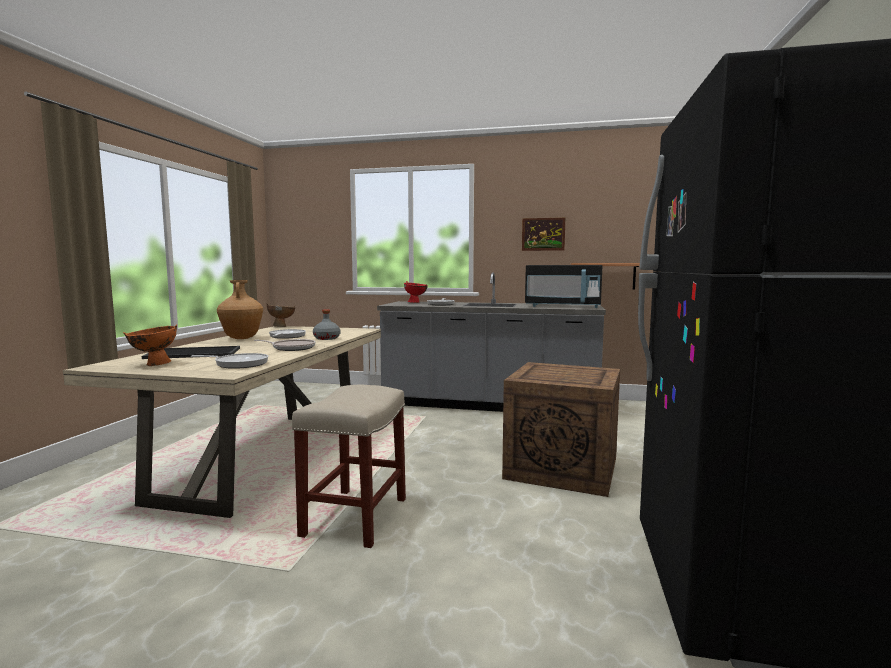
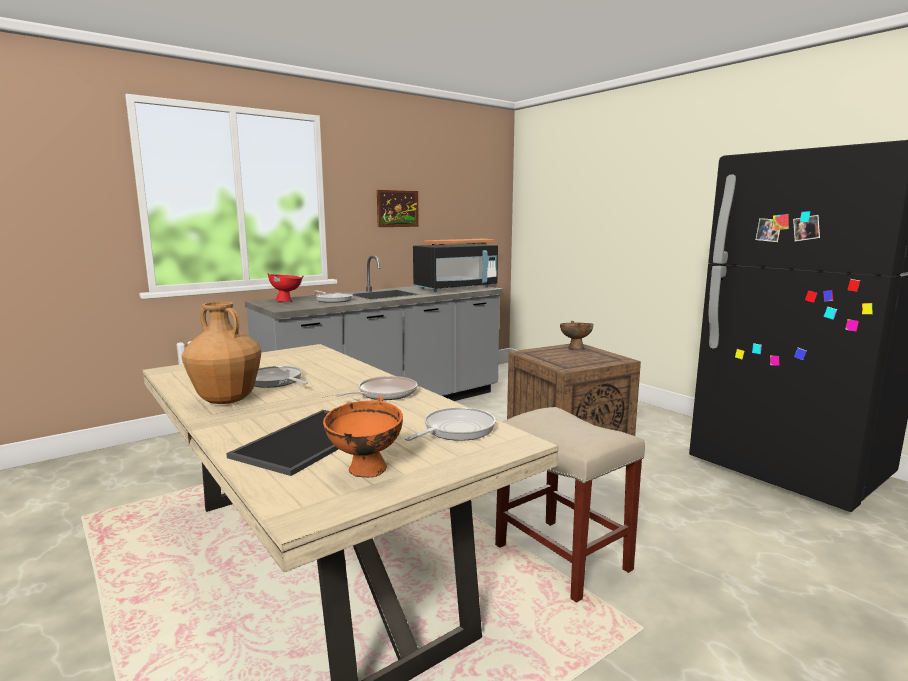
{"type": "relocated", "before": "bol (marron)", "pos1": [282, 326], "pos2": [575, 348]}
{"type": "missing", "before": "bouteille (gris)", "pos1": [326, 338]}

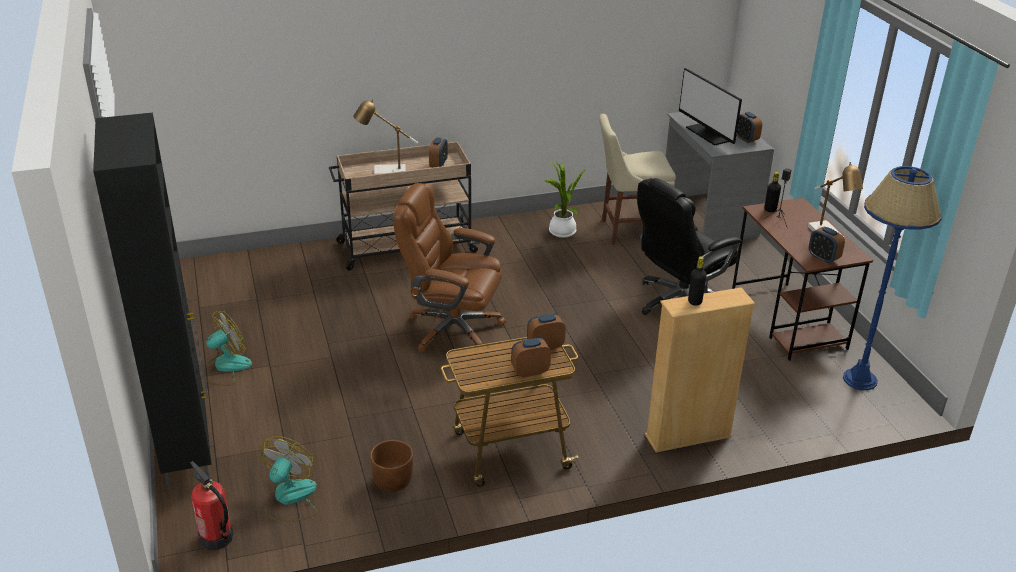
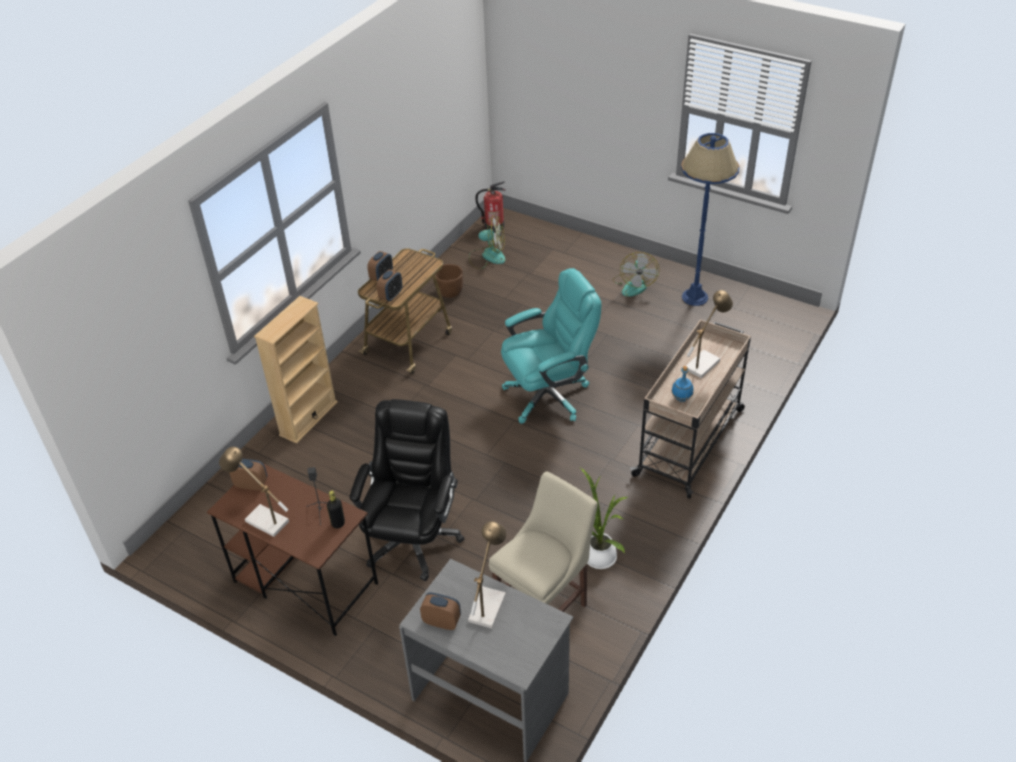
{"type": "exchanged", "before": "écran d'ordinateur", "after": "lampe de table", "pos1": [709, 134], "pos2": [488, 603]}
{"type": "spun", "before": "ventilateur", "pos1": [290, 498], "pos2": [487, 256], "turn": -60}
{"type": "colour", "before": "chaise de bureau (marron)", "after": "chaise de bureau (turquoise)", "pos1": [452, 328], "pos2": [548, 395]}
{"type": "exchanged", "before": "réveil", "after": "bouteille (bleu)", "pos1": [438, 165], "pos2": [682, 398]}
{"type": "relocated", "before": "lampadaire (bleu)", "pos1": [859, 380], "pos2": [694, 297]}
{"type": "missing", "before": "meuble de rangement (noir)", "pos1": [187, 451]}
{"type": "missing", "before": "bouteille (noir)", "pos1": [695, 301]}

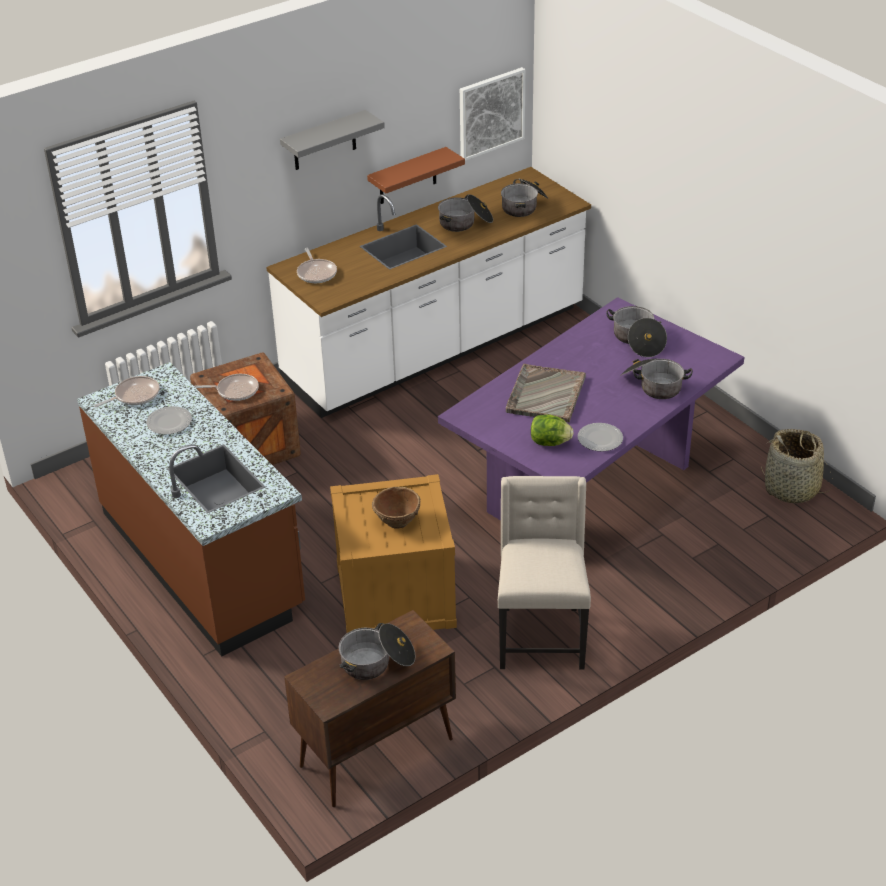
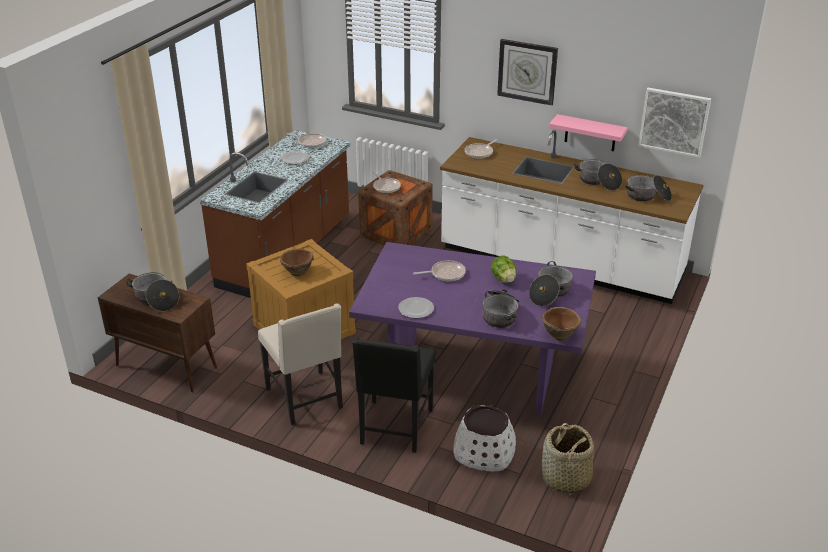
{"type": "spun", "before": "chaise (beige)", "pos1": [540, 636], "pos2": [306, 399], "turn": 90}
{"type": "appeared", "after": "chaise (noir)", "pos2": [395, 428]}
{"type": "exchanged", "before": "plateau (gris)", "after": "poêle", "pos1": [545, 395], "pos2": [445, 274]}
{"type": "appeared", "after": "cache-pot (blanc)", "pos2": [484, 452]}
{"type": "relocated", "before": "laitue", "pos1": [549, 442], "pos2": [503, 279]}
{"type": "exchanged", "before": "étagère (gris)", "after": "horloge murale", "pos1": [324, 141], "pos2": [527, 71]}
{"type": "appeared", "after": "bol (marron)", "pos2": [559, 334]}
{"type": "colour", "before": "étagère (marron)", "after": "étagère (rose)", "pos1": [407, 176], "pos2": [590, 133]}

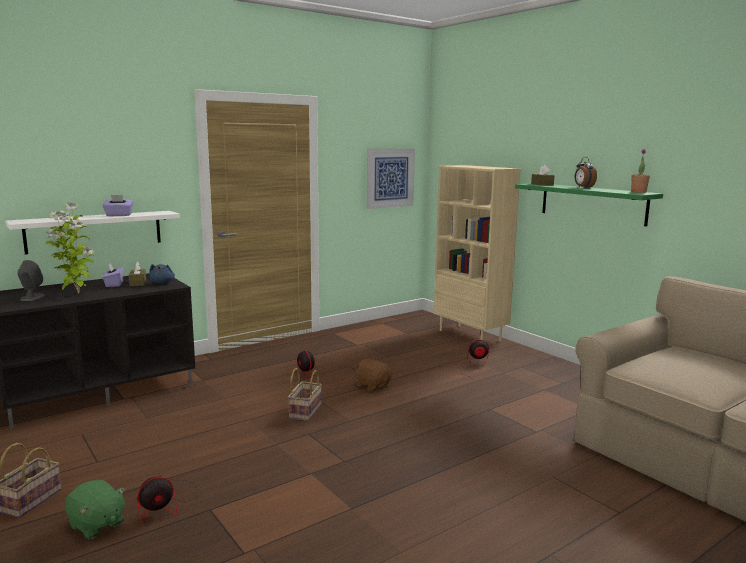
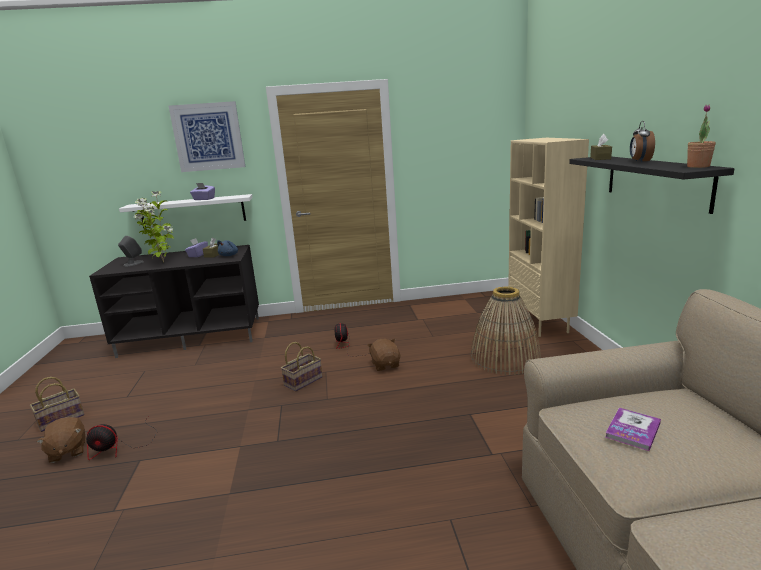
{"type": "colour", "before": "peluche (vert)", "after": "peluche (marron)", "pos1": [96, 525], "pos2": [67, 451]}
{"type": "relocated", "before": "tableau", "pos1": [390, 178], "pos2": [208, 137]}
{"type": "exchanged", "before": "ventilateur", "after": "panier", "pos1": [471, 365], "pos2": [505, 358]}
{"type": "colour", "before": "étagère (vert)", "after": "étagère (noir)", "pos1": [592, 203], "pos2": [656, 181]}
{"type": "appeared", "after": "livre", "pos2": [633, 430]}

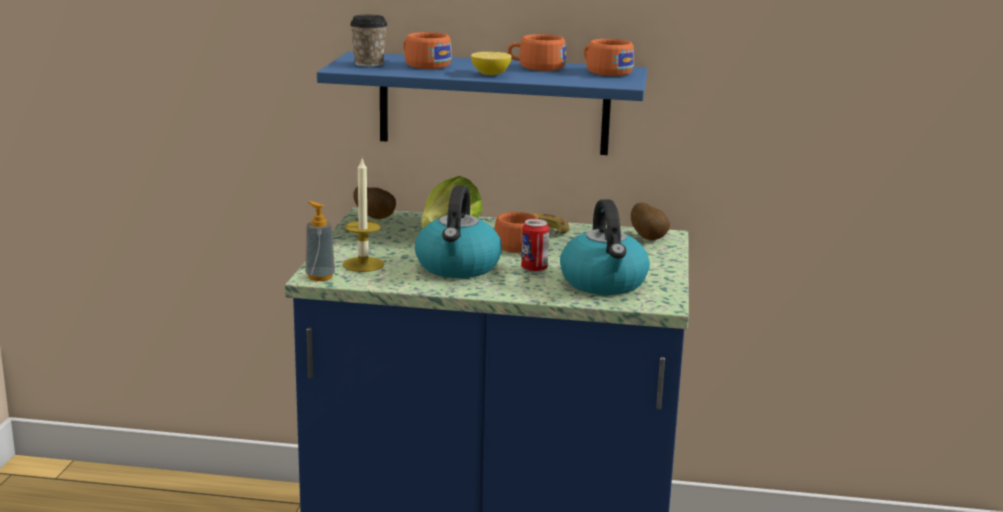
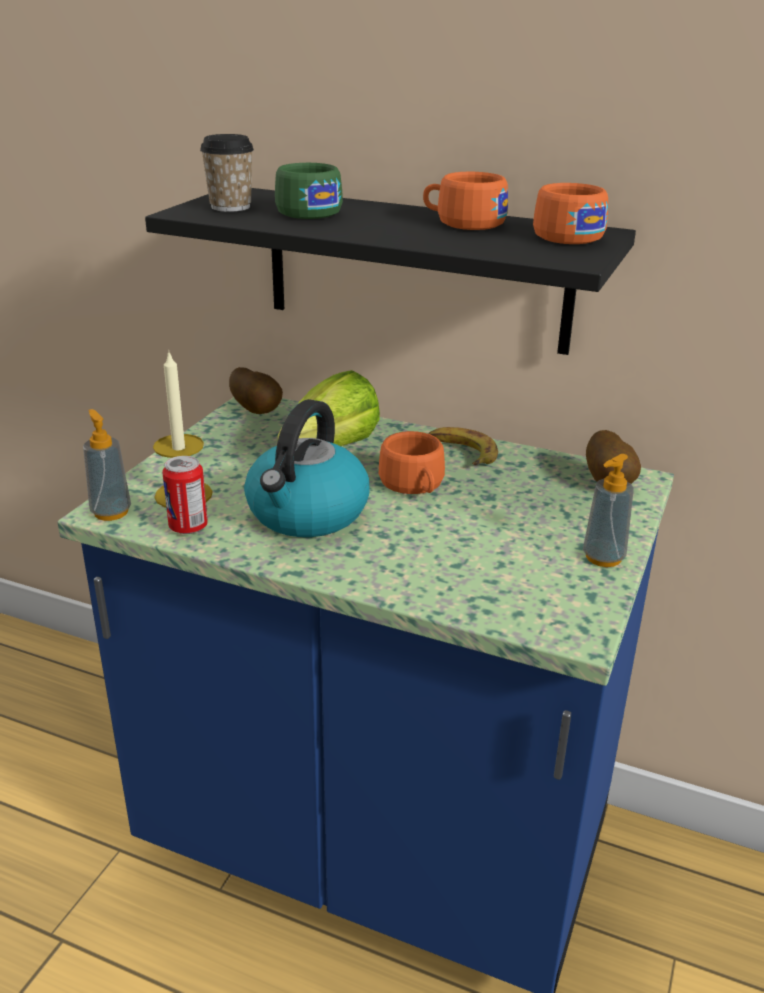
{"type": "colour", "before": "étagère (bleu)", "after": "étagère (noir)", "pos1": [494, 103], "pos2": [416, 269]}
{"type": "relocated", "before": "boîte métallique", "pos1": [534, 269], "pos2": [188, 527]}
{"type": "colour", "before": "tasse (orange)", "after": "tasse (vert)", "pos1": [424, 65], "pos2": [305, 211]}
{"type": "appeared", "after": "distributeur de savon", "pos2": [603, 557]}
{"type": "missing", "before": "citron", "pos1": [490, 74]}
{"type": "missing", "before": "bouilloire", "pos1": [604, 283]}

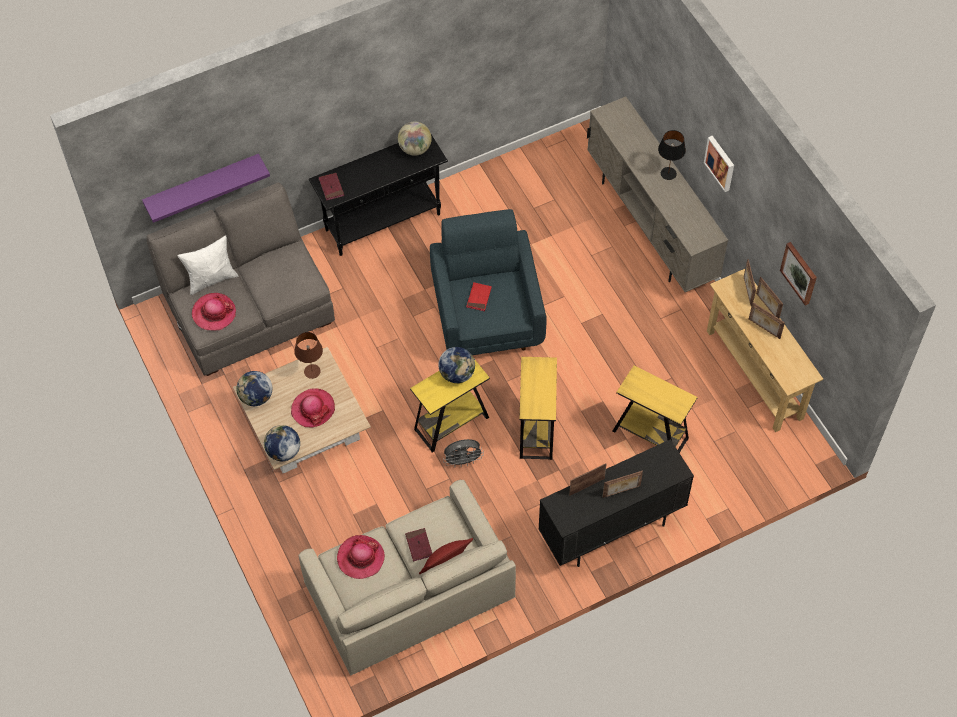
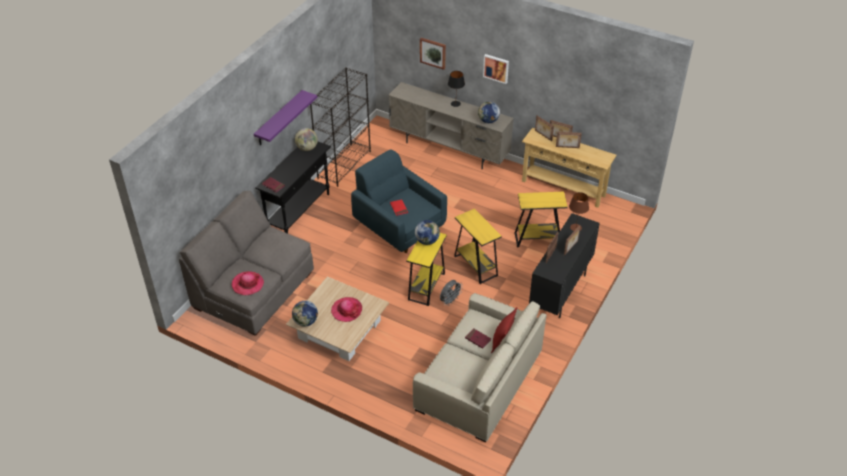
{"type": "relocated", "before": "étagère (violet)", "pos1": [202, 184], "pos2": [279, 118]}
{"type": "appeared", "after": "bibliothèque (noir)", "pos2": [344, 164]}
{"type": "relocated", "before": "tableau", "pos1": [799, 273], "pos2": [433, 53]}
{"type": "relocated", "before": "globe", "pos1": [283, 451], "pos2": [488, 121]}
{"type": "relocated", "before": "lampe de table (marron)", "pos1": [312, 371], "pos2": [575, 227]}
{"type": "missing", "before": "coussin (blanc)", "pos1": [211, 279]}
{"type": "missing", "before": "chapeau", "pos1": [360, 558]}

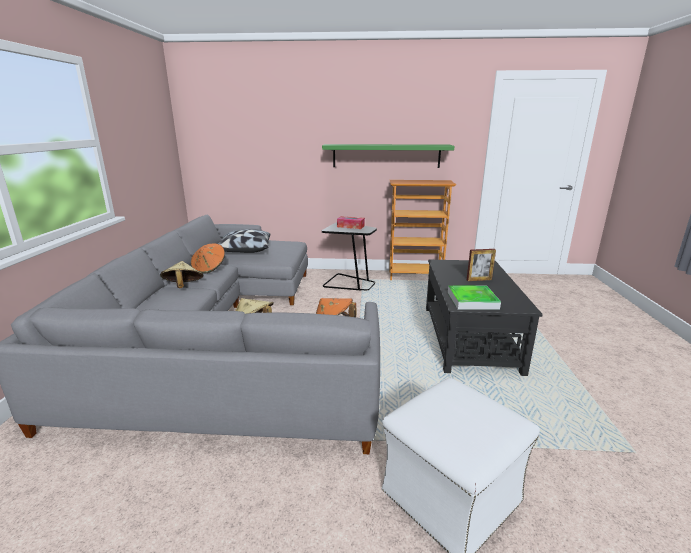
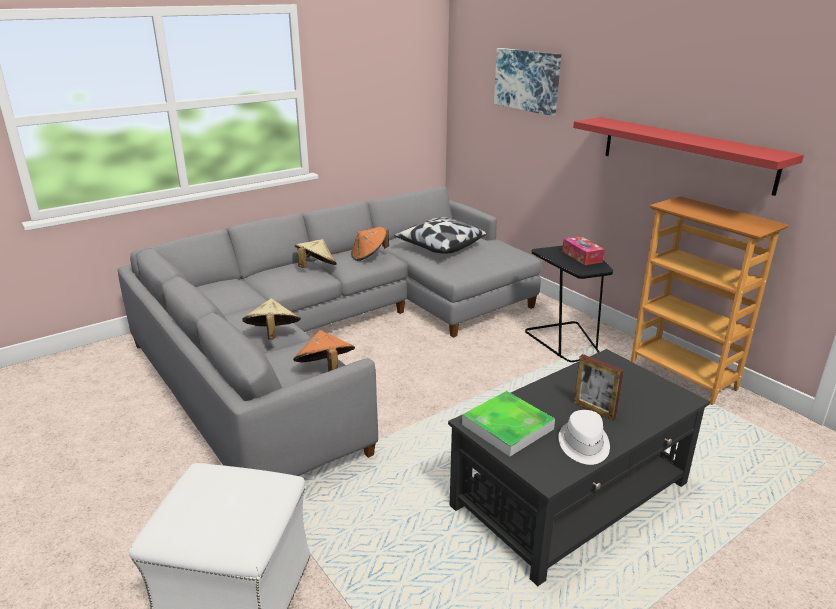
{"type": "appeared", "after": "tableau", "pos2": [527, 80]}
{"type": "appeared", "after": "chapeau (blanc)", "pos2": [583, 445]}
{"type": "colour", "before": "étagère (vert)", "after": "étagère (rouge)", "pos1": [386, 156], "pos2": [685, 153]}

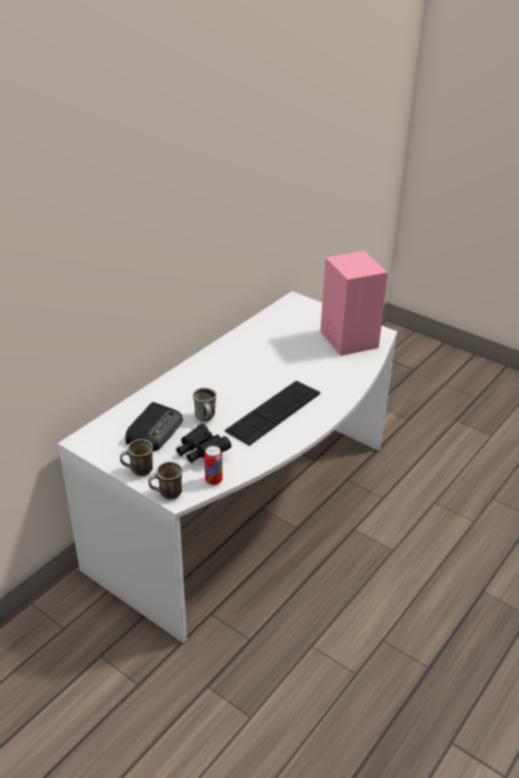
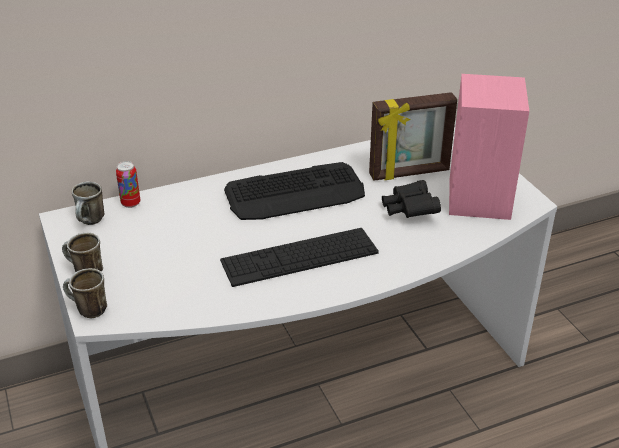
{"type": "relocated", "before": "mug", "pos1": [206, 418], "pos2": [91, 222]}
{"type": "relocated", "before": "boîte métallique", "pos1": [213, 480], "pos2": [130, 203]}
{"type": "appeared", "after": "clavier", "pos2": [295, 193]}
{"type": "appeared", "after": "cadre photo", "pos2": [409, 173]}
{"type": "relocated", "before": "jumelles (noir)", "pos1": [201, 452], "pos2": [409, 210]}
{"type": "missing", "before": "radio", "pos1": [155, 430]}

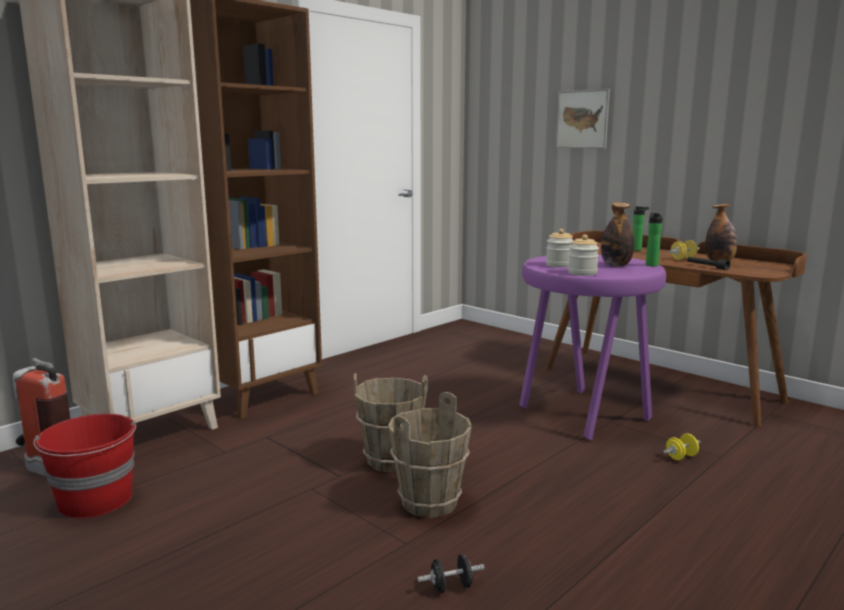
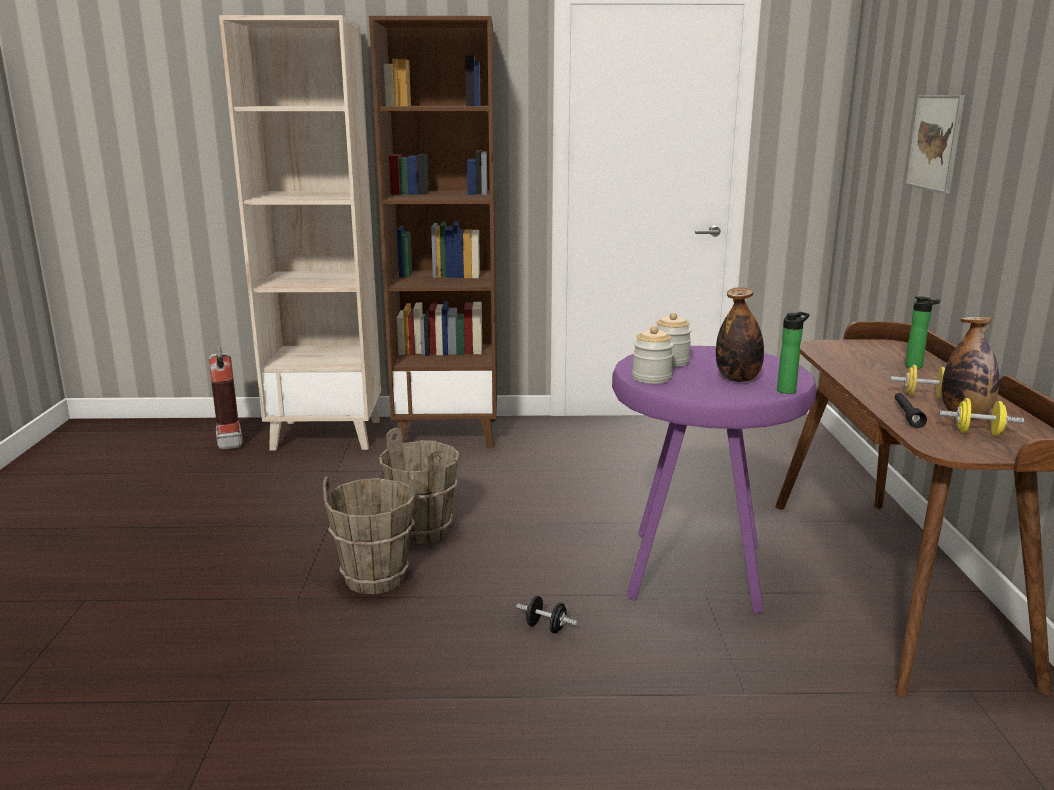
{"type": "relocated", "before": "haltère (noir)", "pos1": [451, 587], "pos2": [546, 627]}
{"type": "relocated", "before": "haltère (jaune)", "pos1": [681, 457], "pos2": [978, 433]}
{"type": "missing", "before": "seau (rouge)", "pos1": [96, 500]}

